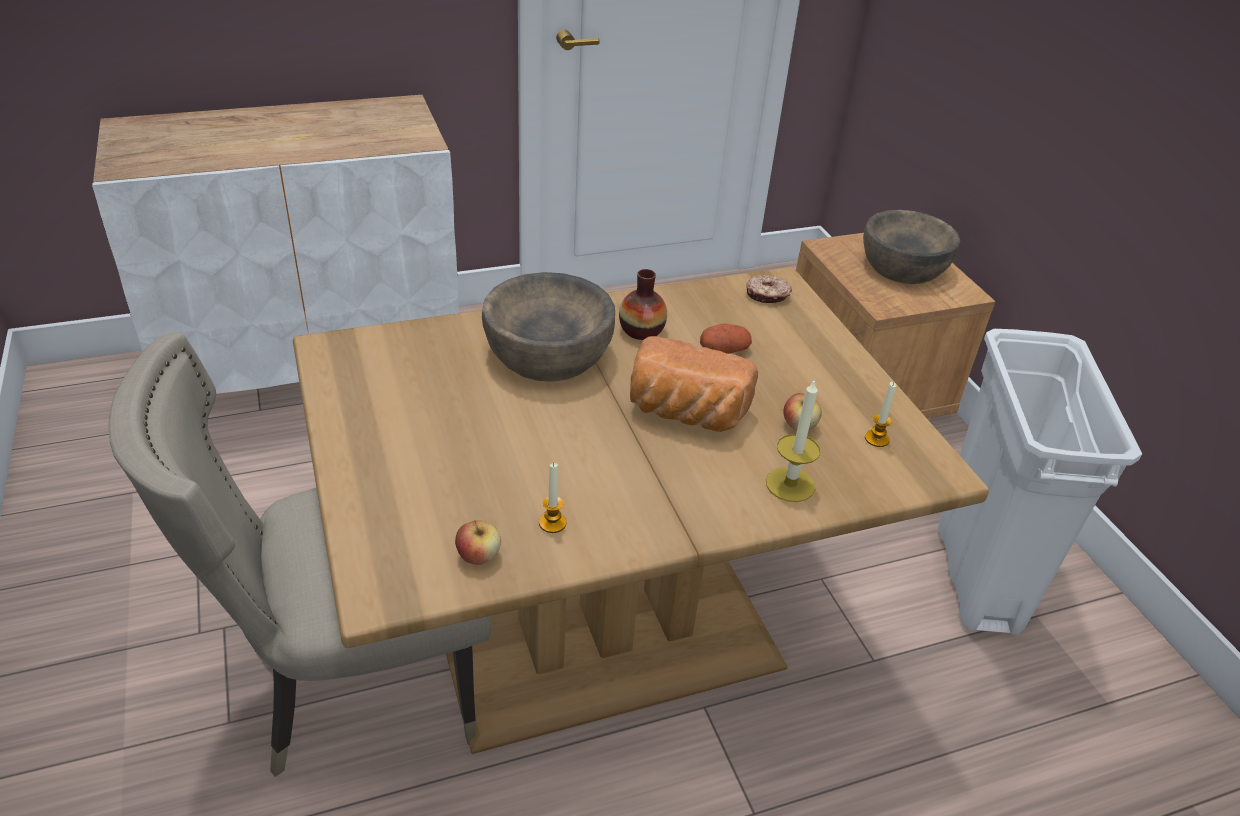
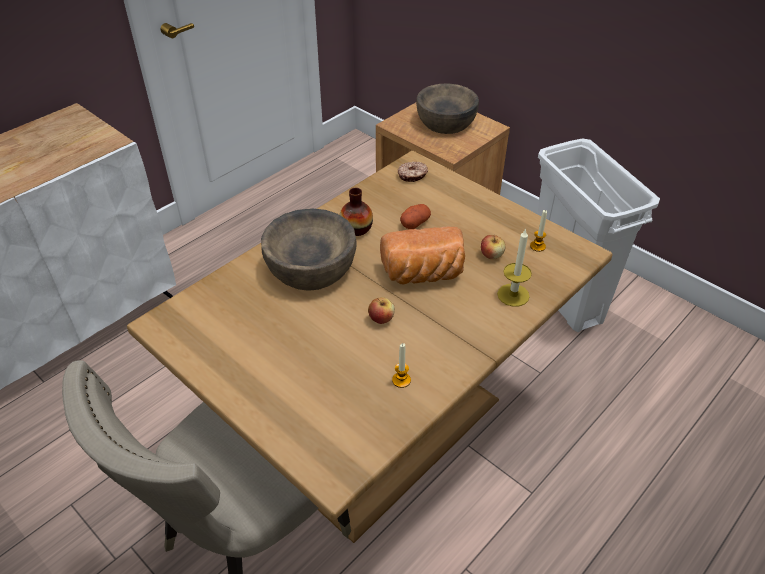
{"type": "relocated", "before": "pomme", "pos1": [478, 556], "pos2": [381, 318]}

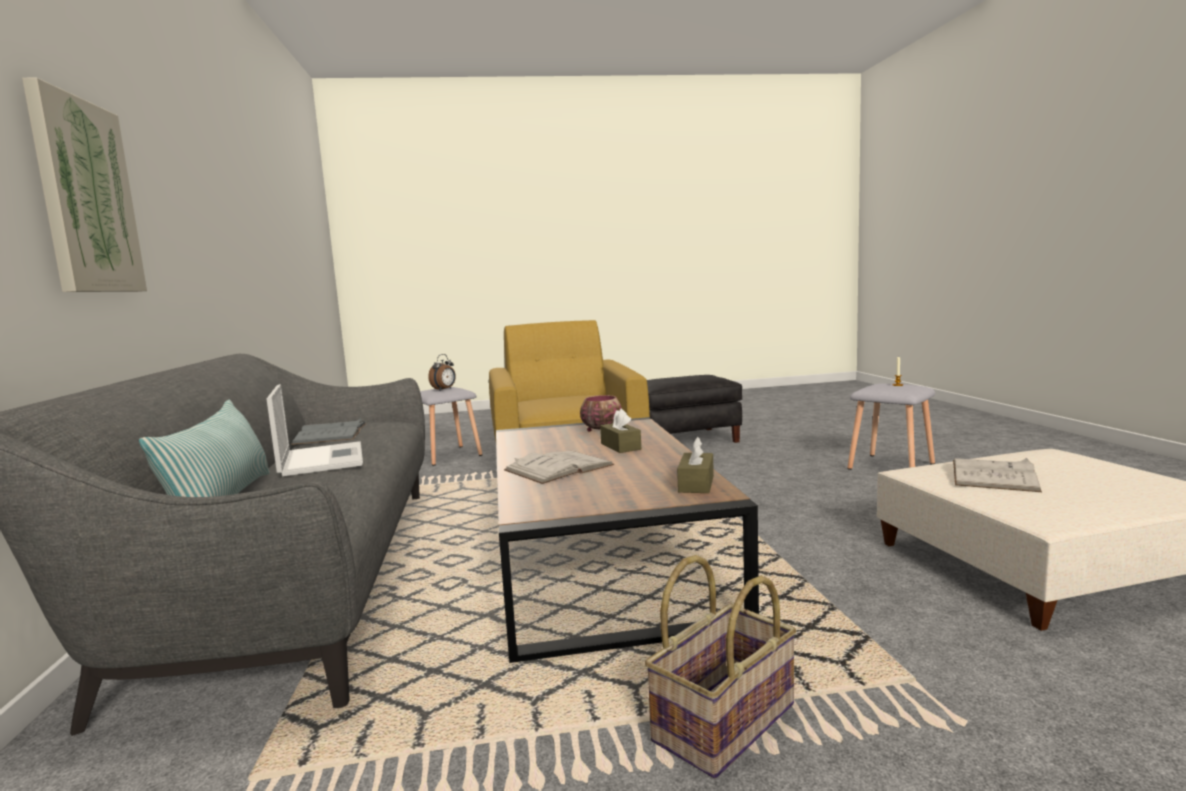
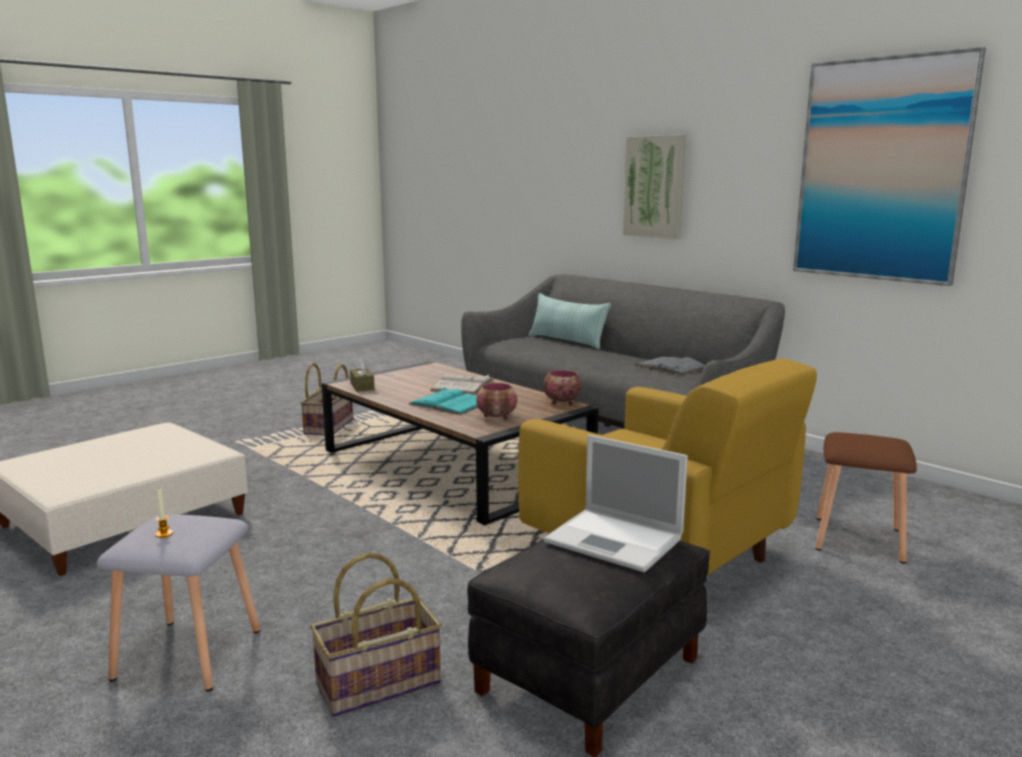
{"type": "appeared", "after": "panier", "pos2": [378, 685]}
{"type": "exchanged", "before": "boîte à mouchoirs (marron)", "after": "livre (turquoise)", "pos1": [620, 446], "pos2": [449, 403]}
{"type": "appeared", "after": "bol", "pos2": [561, 402]}
{"type": "relocated", "before": "ordinateur portable", "pos1": [321, 459], "pos2": [616, 540]}
{"type": "appeared", "after": "tableau", "pos2": [881, 170]}
{"type": "colour", "before": "tabouret (gris)", "after": "tabouret (marron)", "pos1": [448, 455], "pos2": [859, 540]}
{"type": "missing", "before": "réveil", "pos1": [444, 389]}
{"type": "missing", "before": "livre (blanc)", "pos1": [993, 475]}

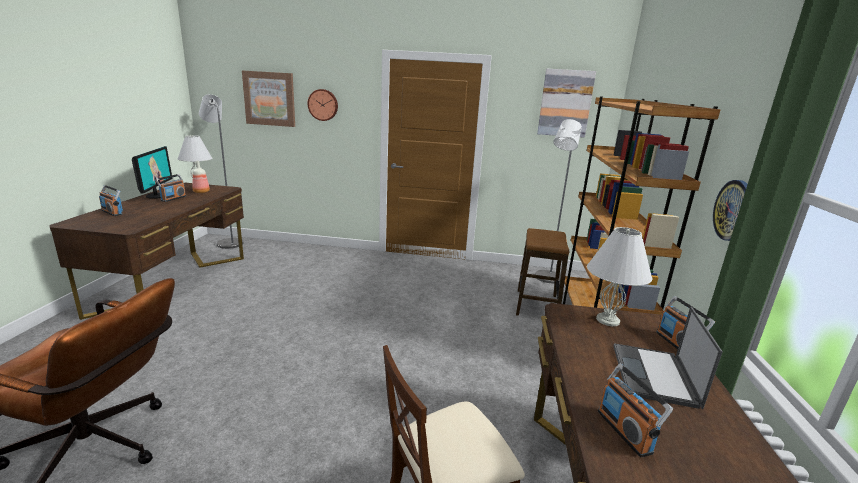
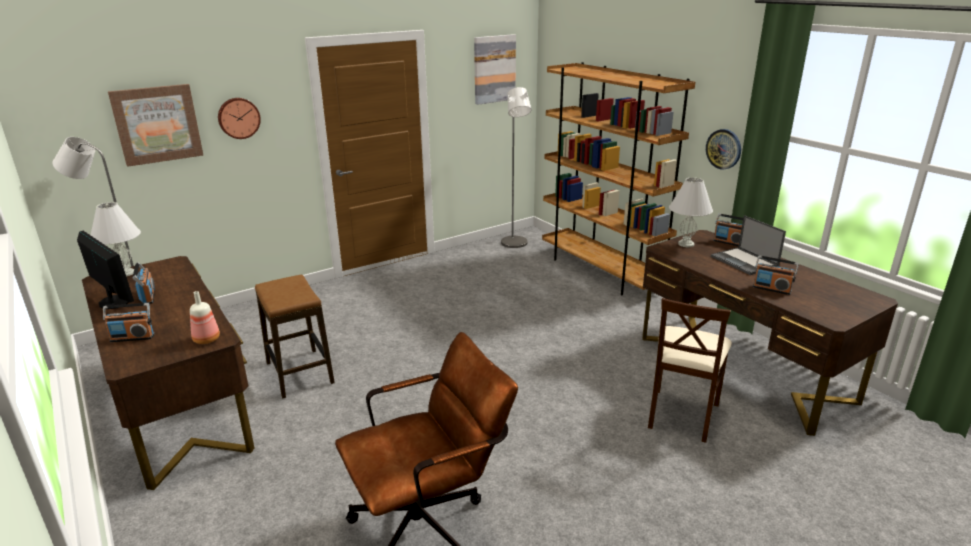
{"type": "relocated", "before": "bouteille", "pos1": [201, 192], "pos2": [207, 340]}
{"type": "relocated", "before": "tabouret", "pos1": [536, 305], "pos2": [300, 373]}

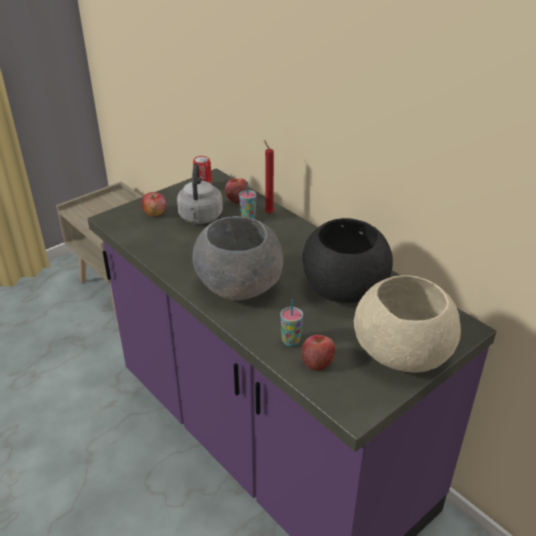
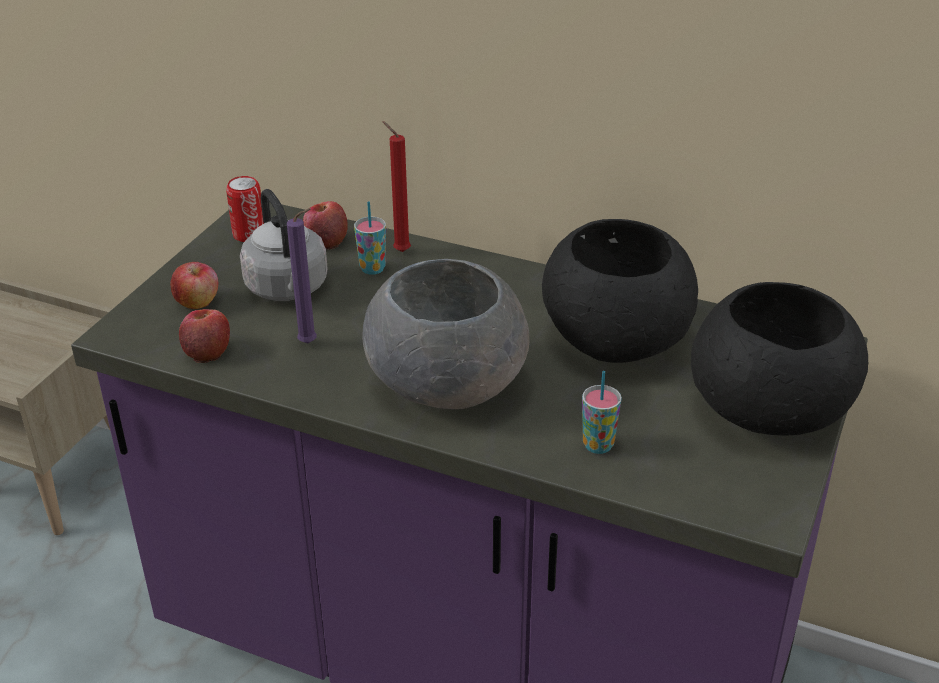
{"type": "relocated", "before": "pomme", "pos1": [317, 362], "pos2": [207, 351]}
{"type": "appeared", "after": "bougie (violet)", "pos2": [310, 343]}
{"type": "colour", "before": "bol (beige)", "after": "bol (noir)", "pos1": [400, 352], "pos2": [766, 410]}

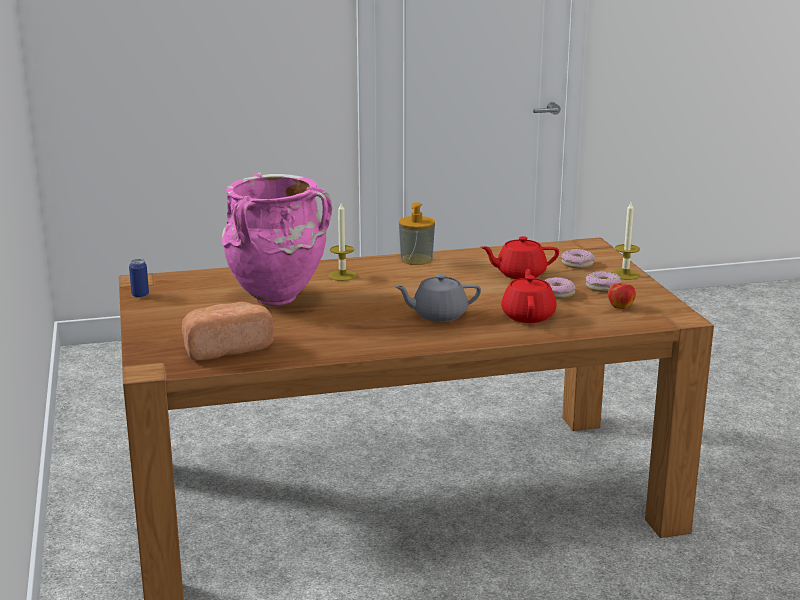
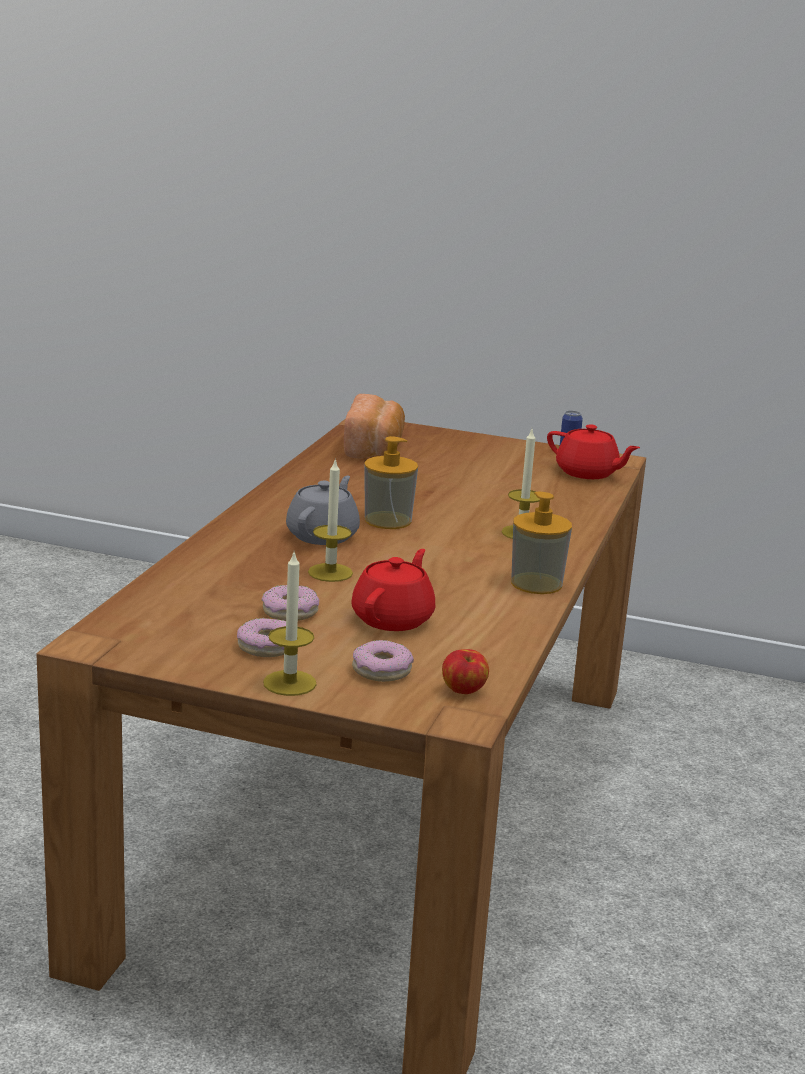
{"type": "appeared", "after": "bougie", "pos2": [330, 572]}
{"type": "appeared", "after": "distributeur de savon", "pos2": [388, 520]}
{"type": "relocated", "before": "pomme", "pos1": [620, 307], "pos2": [464, 691]}
{"type": "relocated", "before": "théière (rouge)", "pos1": [528, 316], "pos2": [587, 473]}
{"type": "missing", "before": "vase (rose)", "pos1": [278, 300]}

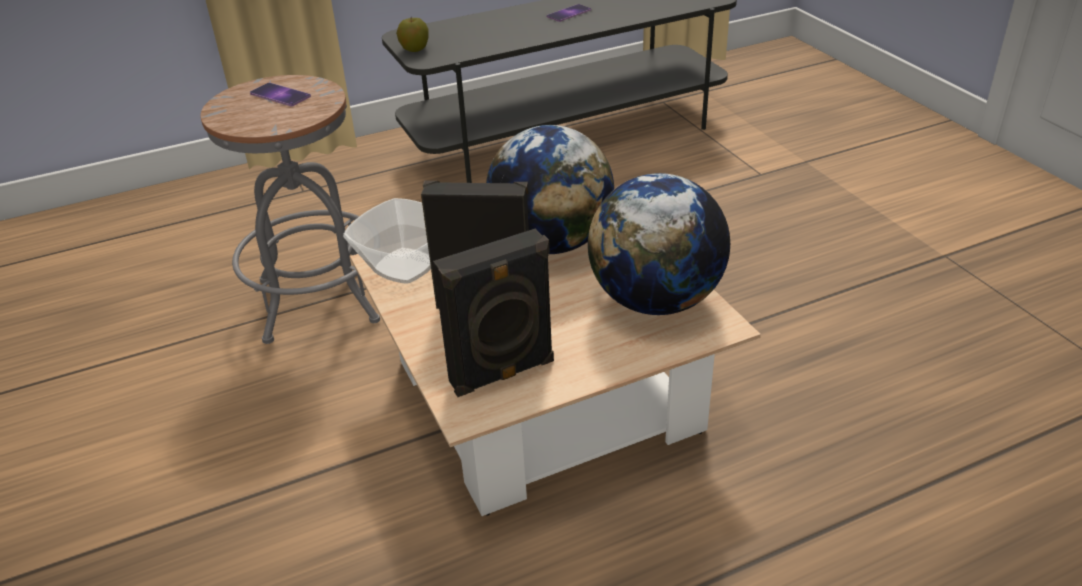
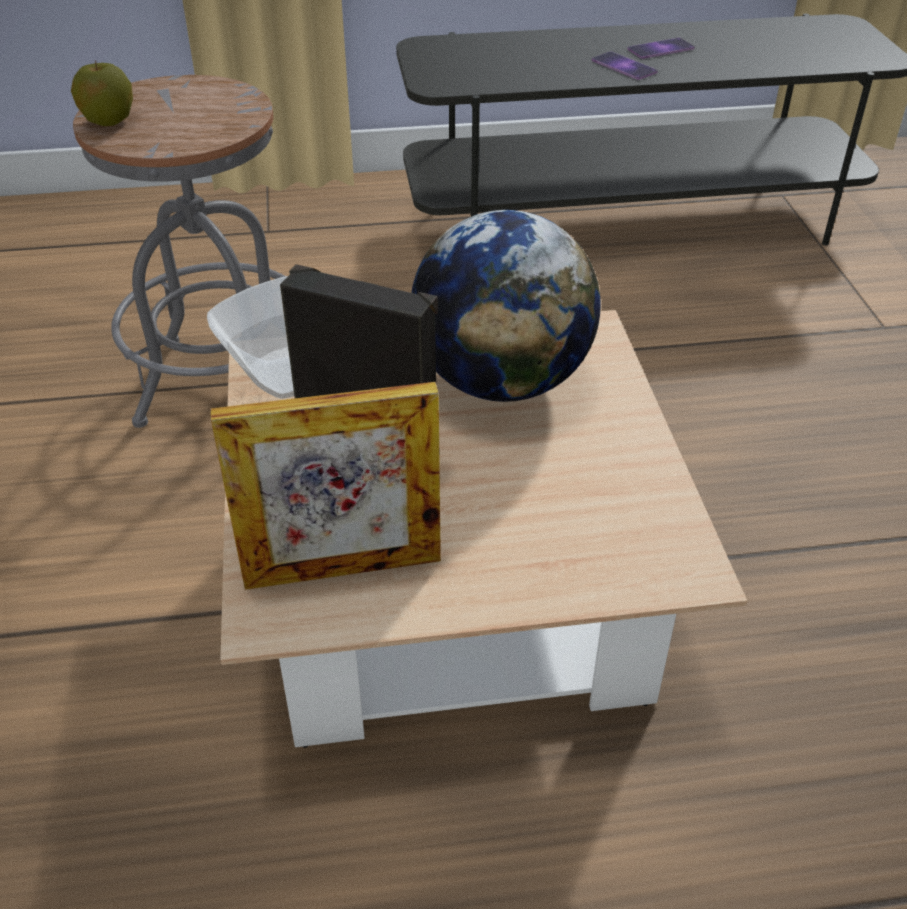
{"type": "relocated", "before": "pomme", "pos1": [414, 49], "pos2": [108, 121]}
{"type": "exchanged", "before": "enceinte (noir)", "after": "cadre photo", "pos1": [503, 374], "pos2": [343, 569]}
{"type": "relocated", "before": "téléphone", "pos1": [280, 95], "pos2": [624, 66]}
{"type": "missing", "before": "globe", "pos1": [656, 300]}

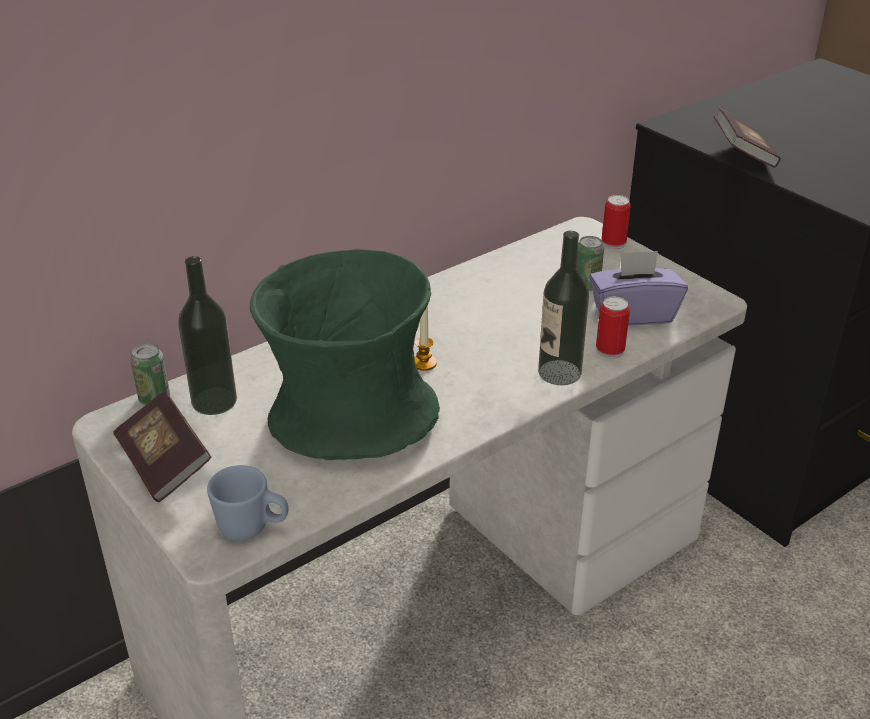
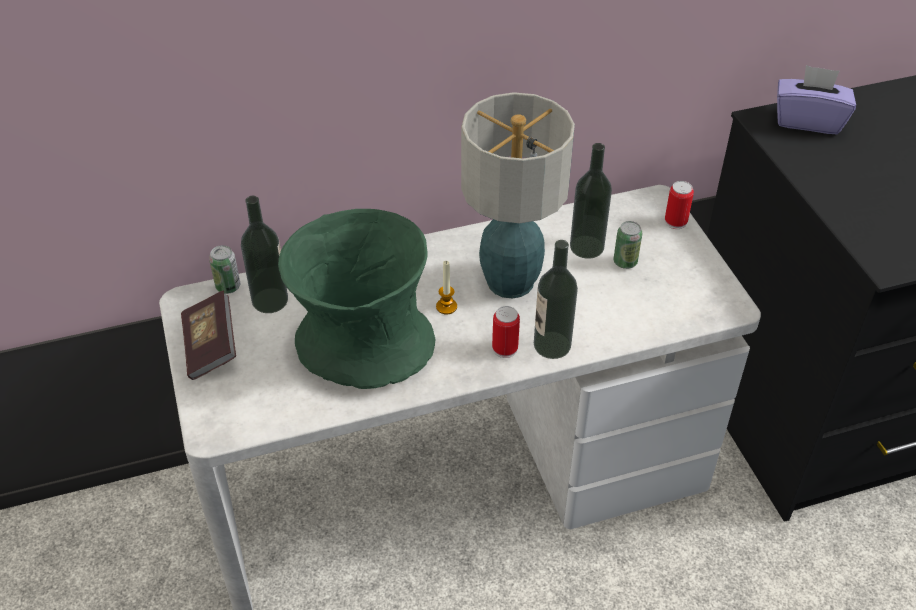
{"type": "appeared", "after": "lampe de table", "pos2": [511, 281]}
{"type": "relocated", "before": "boîte métallique", "pos1": [610, 350], "pos2": [505, 349]}
{"type": "appeared", "after": "bouteille", "pos2": [586, 247]}
{"type": "relocated", "before": "boîte à mouchoirs (violet)", "pos1": [633, 314], "pos2": [808, 120]}
{"type": "missing", "before": "mug (bleu)", "pos1": [252, 528]}
{"type": "missing", "before": "livre", "pos1": [743, 155]}

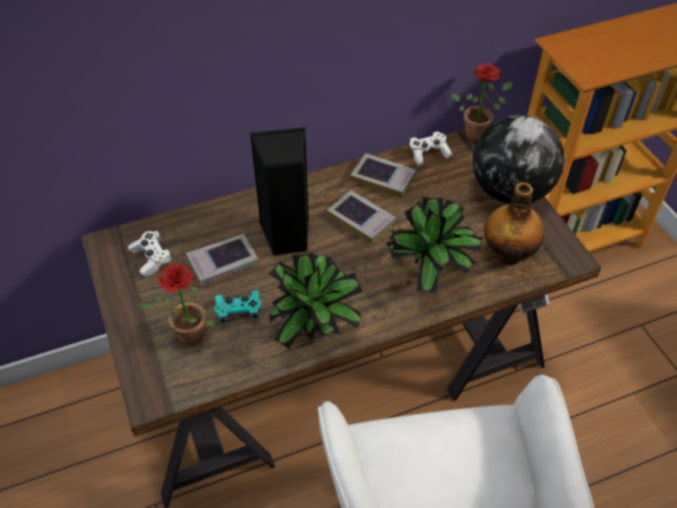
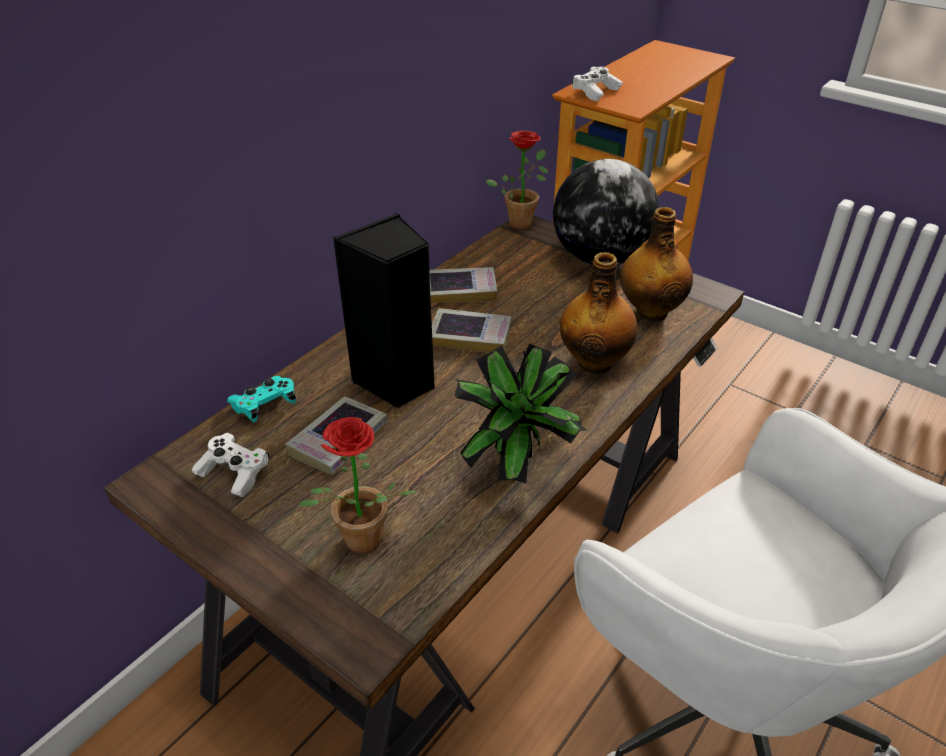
{"type": "relocated", "before": "manette (turquoise)", "pos1": [238, 311], "pos2": [265, 406]}
{"type": "exchanged", "before": "plante en pot", "after": "bouteille", "pos1": [430, 278], "pos2": [595, 361]}
{"type": "relocated", "before": "manette (blanc)", "pos1": [428, 154], "pos2": [595, 92]}

